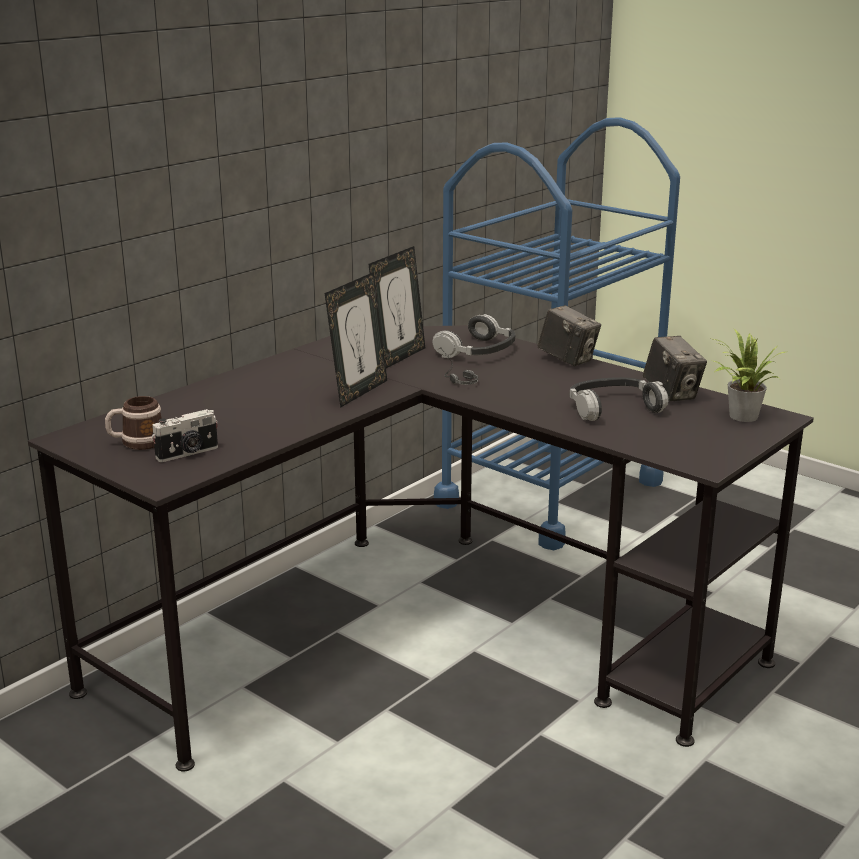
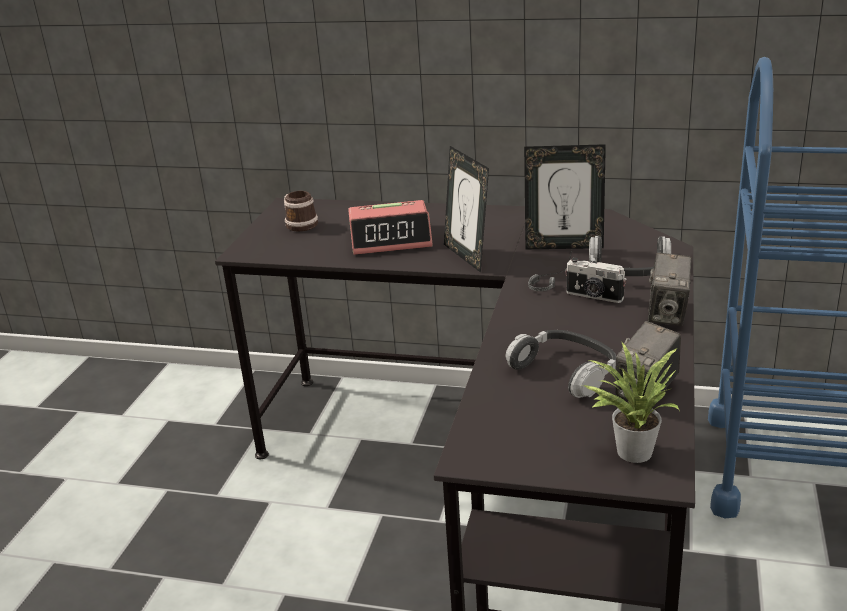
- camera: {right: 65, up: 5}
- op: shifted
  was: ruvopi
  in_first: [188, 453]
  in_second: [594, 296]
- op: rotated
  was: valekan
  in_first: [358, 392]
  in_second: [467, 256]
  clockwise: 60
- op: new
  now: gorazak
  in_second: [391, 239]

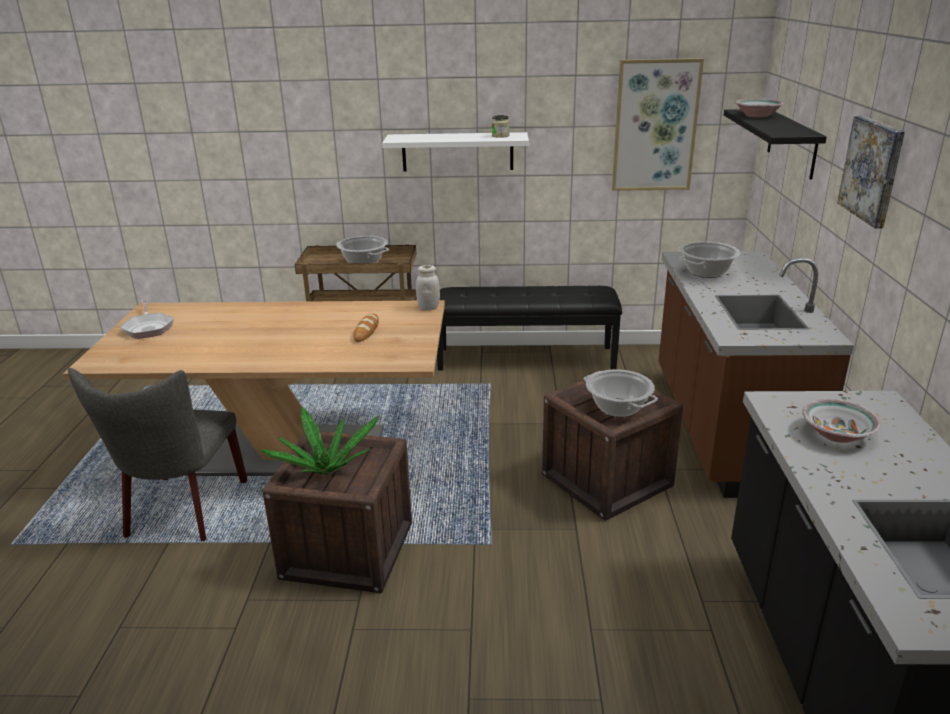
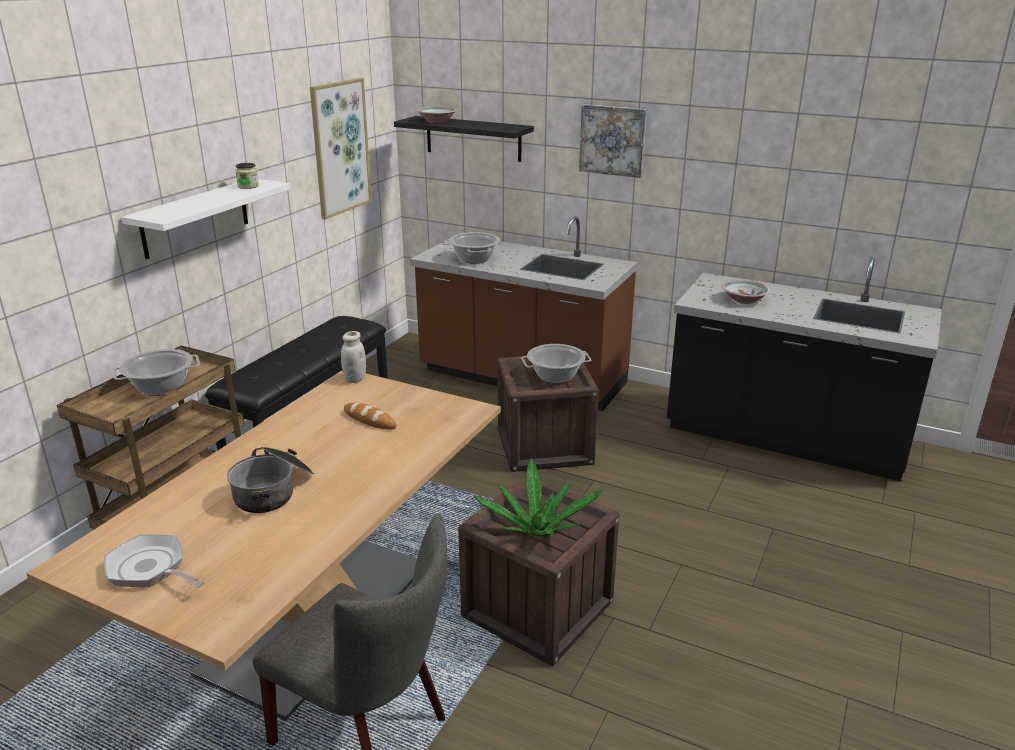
- camera: {right: -65, up: 0}
- op: rotated
  was: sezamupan
  in_first: [148, 328]
  in_second: [150, 569]
  clockwise: -150
- op: new
  now: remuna
  in_second: [274, 491]

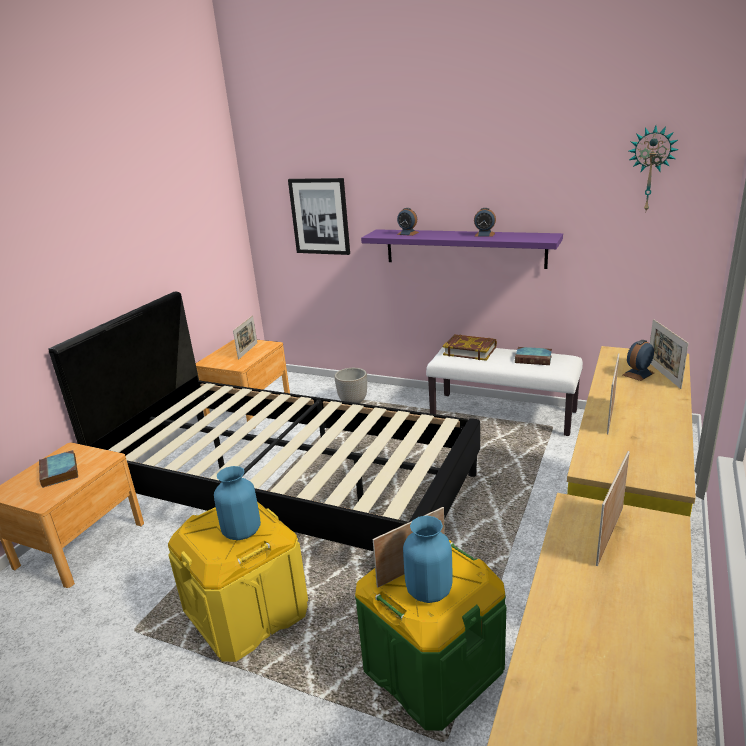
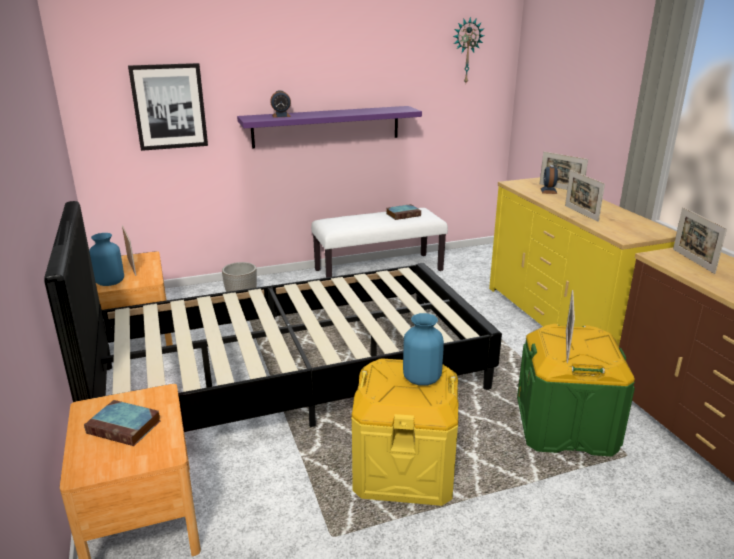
- camera: {right: -45, up: 0}
- op: shifted
  was: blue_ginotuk
  in_first: [429, 590]
  in_second: [110, 282]
- op: gone
  was: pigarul
  in_first: [470, 351]
- op: gone
  was: gorazak
  in_first: [484, 234]

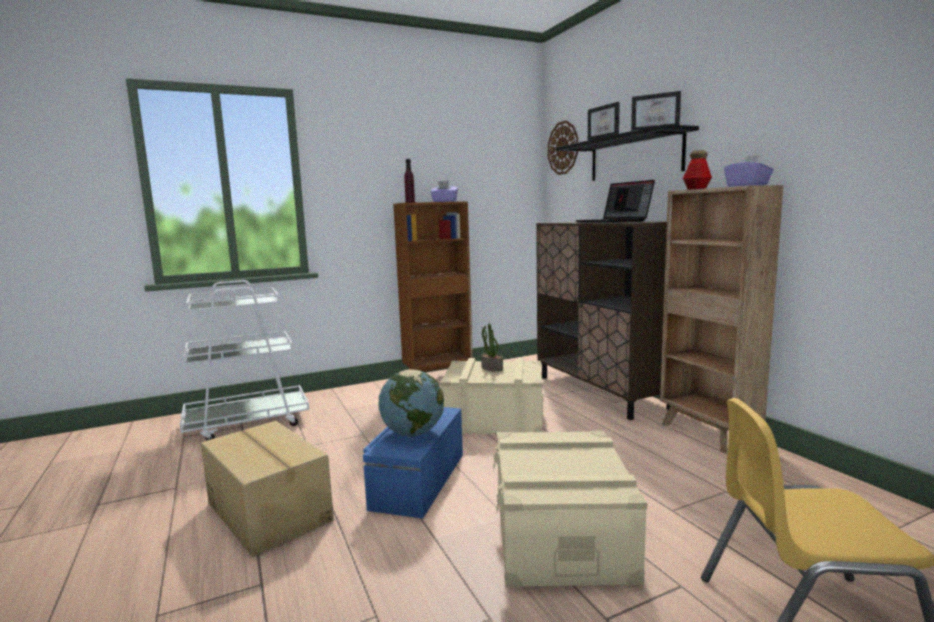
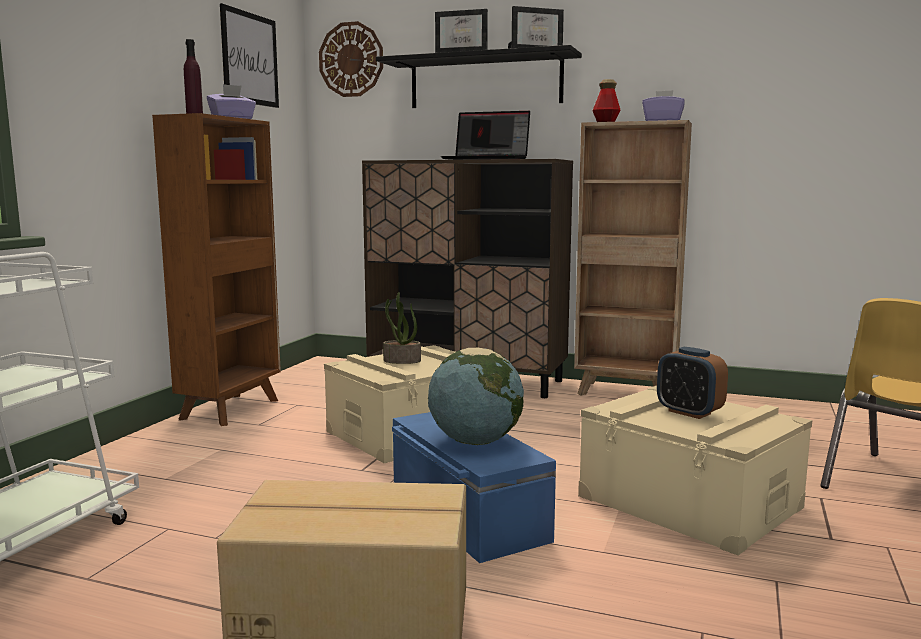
- camera: {right: -45, up: 0}
- op: new
  now: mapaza
  in_second: [250, 59]
- op: new
  now: gorazak
  in_second: [689, 412]

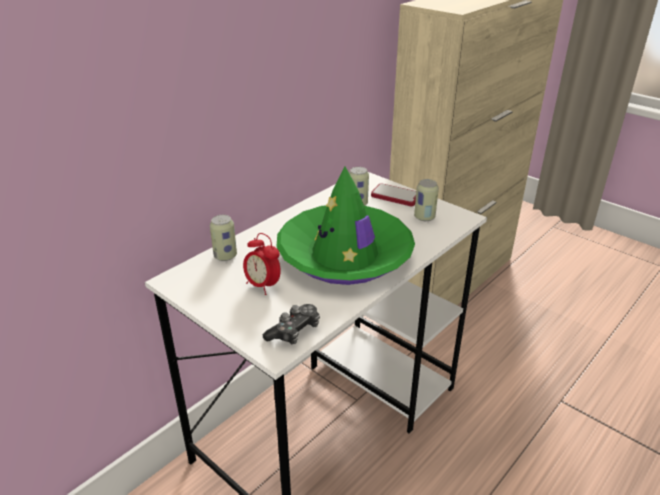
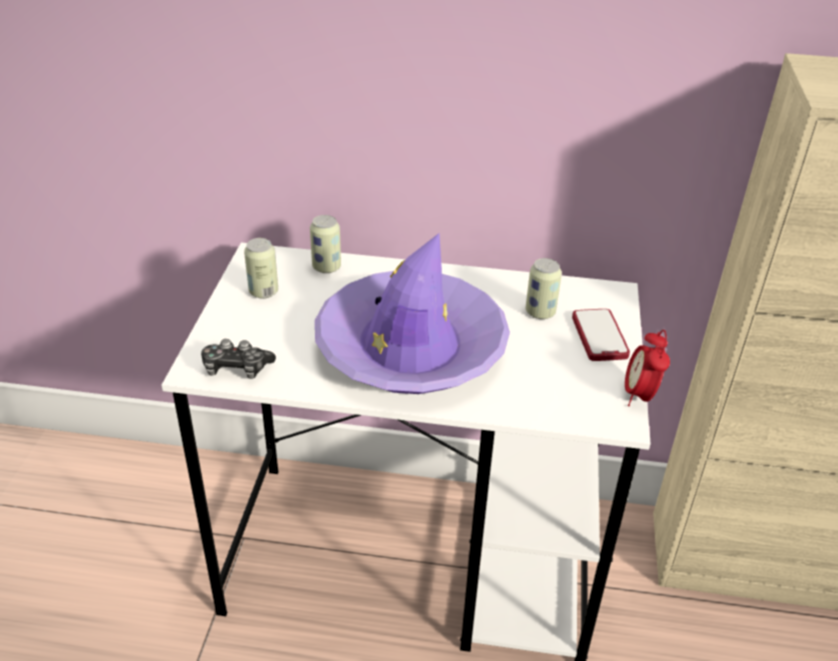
- camera: {right: 55, up: 5}
- op: shifted
  was: gorazak
  in_first: [263, 285]
  in_second: [639, 395]
- op: repainted
  was: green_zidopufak
  now: purple_zidopufak
  in_first: [345, 255]
  in_second: [411, 348]
- op: shifted
  was: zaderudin
  in_first: [424, 217]
  in_second: [263, 292]

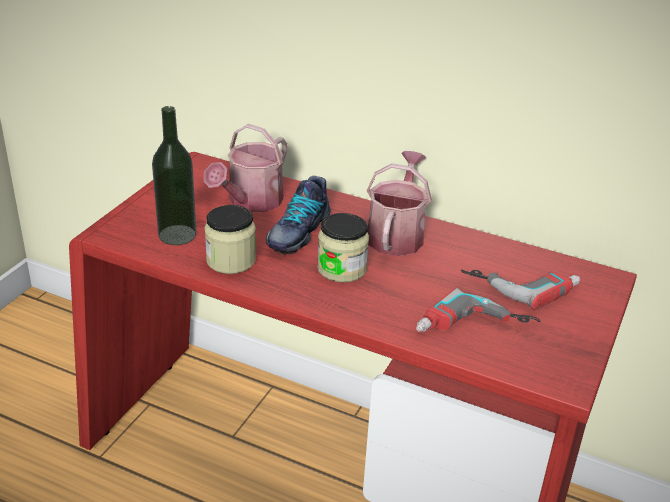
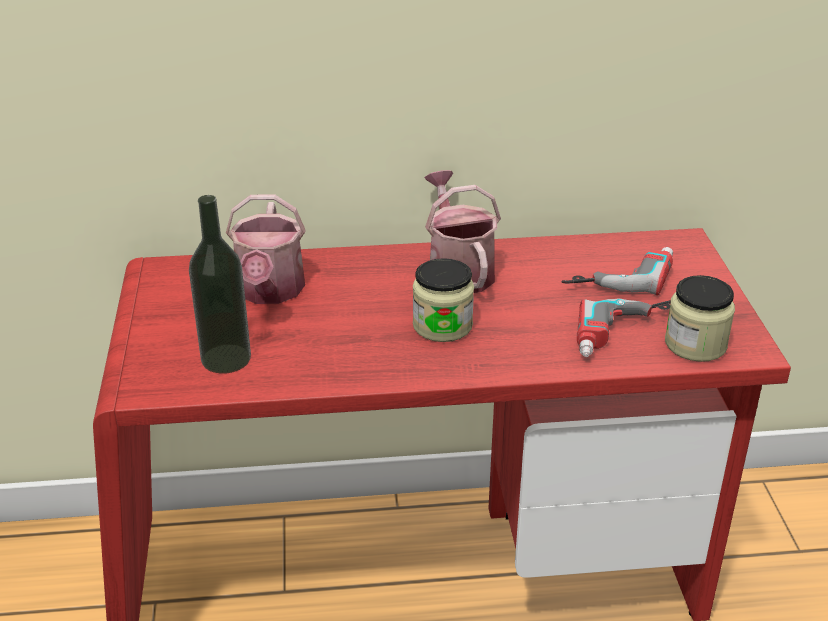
- camera: {right: -30, up: 0}
- op: shifted
  was: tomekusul
  in_first: [231, 260]
  in_second: [695, 344]
- op: gone
  was: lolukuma
  in_first: [297, 232]

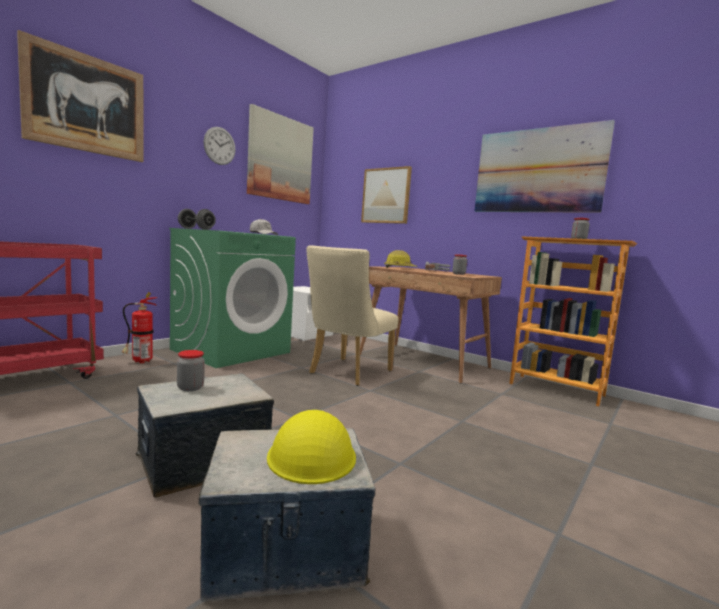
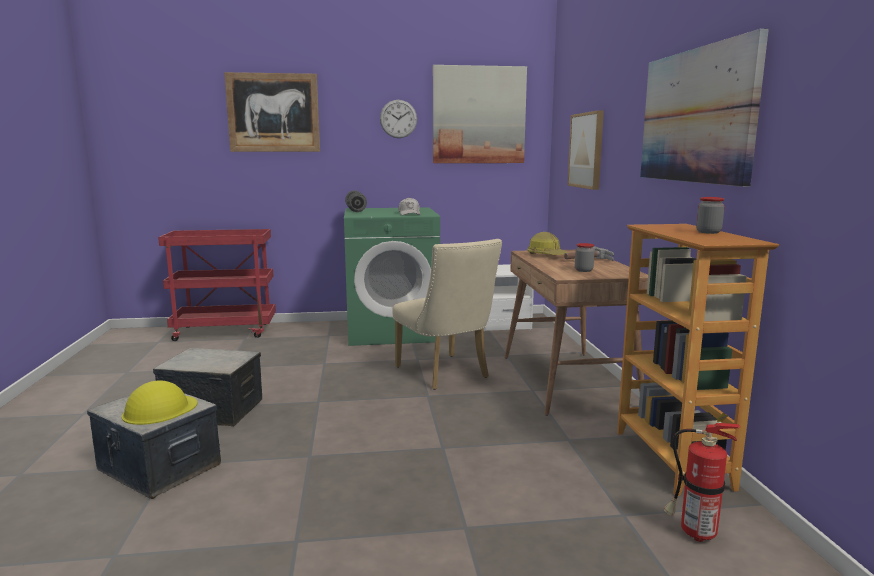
- camera: {right: 45, up: 5}
- op: shifted
  was: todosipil
  in_first: [139, 361]
  in_second: [693, 534]
- op: gone
  was: tomekusul
  in_first: [190, 388]
- op: rotated
  was: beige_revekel
  in_first: [347, 373]
  in_second: [446, 374]
  clockwise: -105

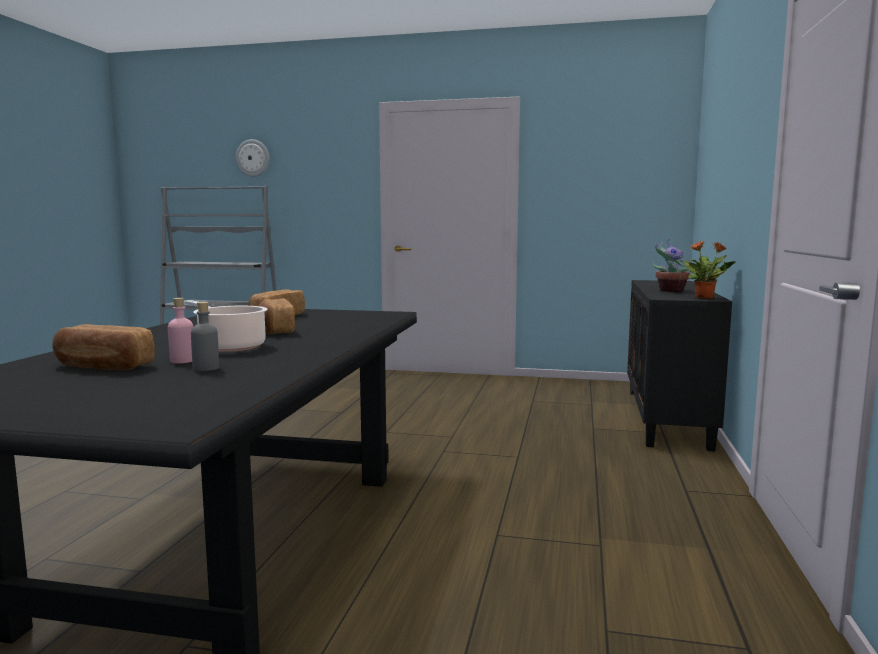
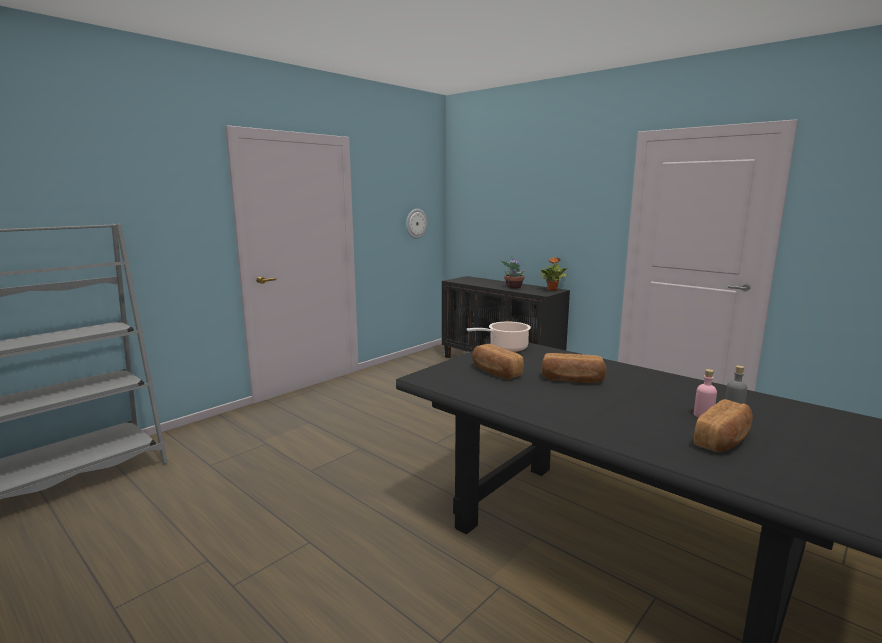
- camera: {right: -60, up: 5}
- op: shifted
  was: remuna
  in_first: [229, 346]
  in_second: [506, 348]
- op: shifted
  was: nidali
  in_first: [253, 158]
  in_second: [416, 223]

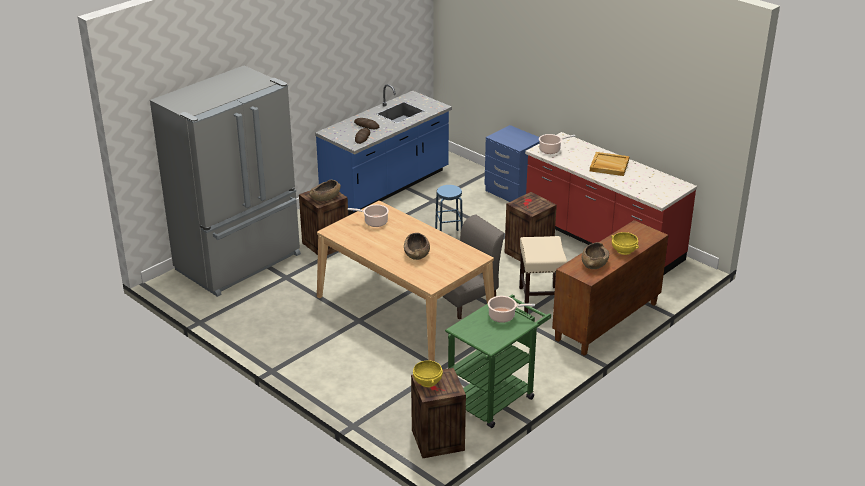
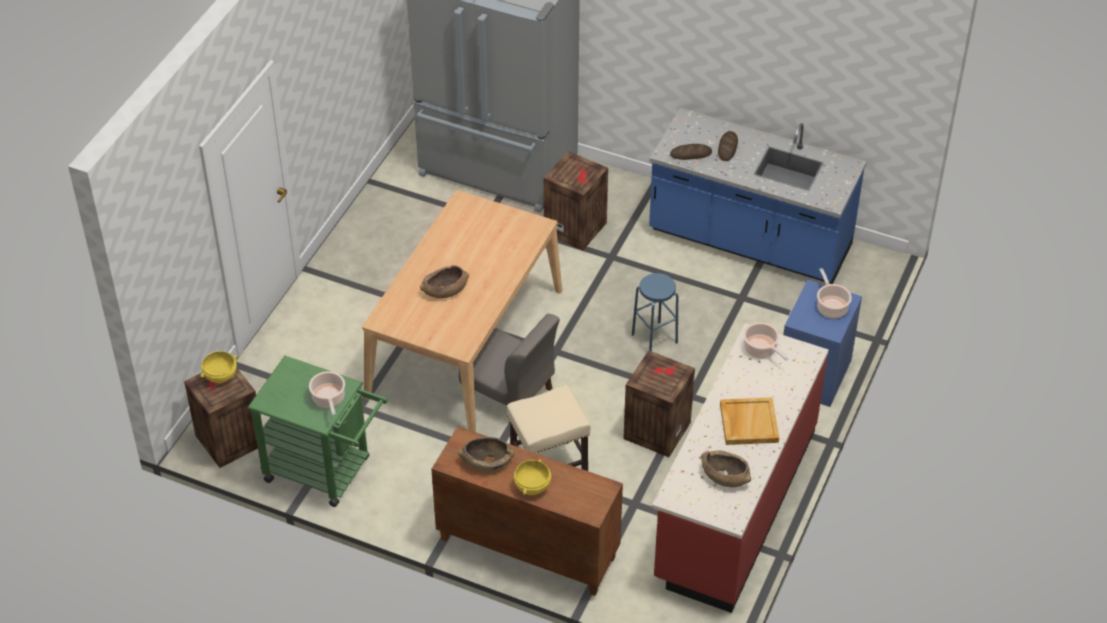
- camera: {right: 70, up: 15}
- op: shifted
  was: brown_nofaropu
  in_first: [325, 197]
  in_second: [724, 476]
- op: shifted
  was: remuna
  in_first: [374, 222]
  in_second: [831, 307]

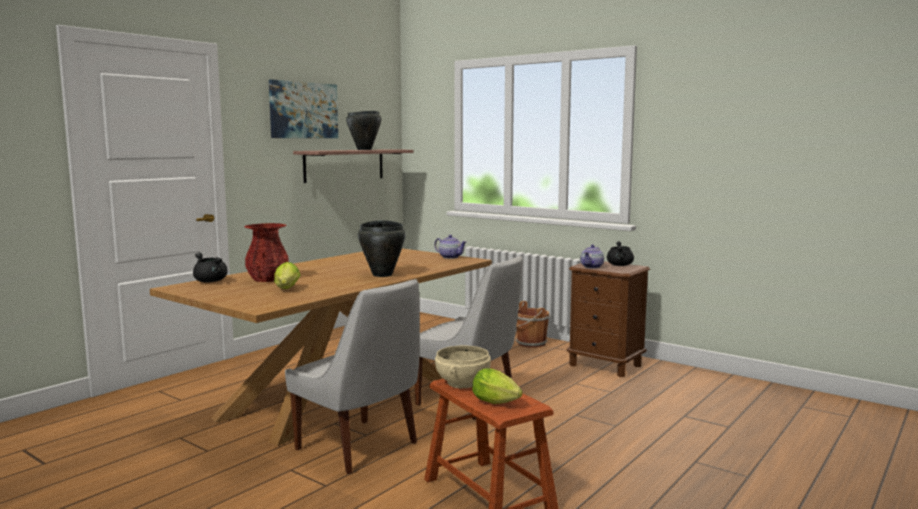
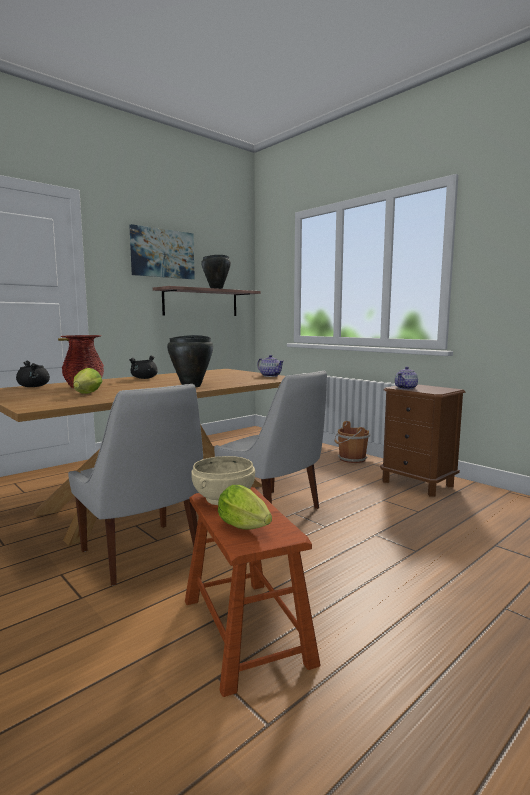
- camera: {right: 10, up: 0}
- op: shifted
  was: black_remuna
  in_first: [620, 265]
  in_second: [144, 378]

